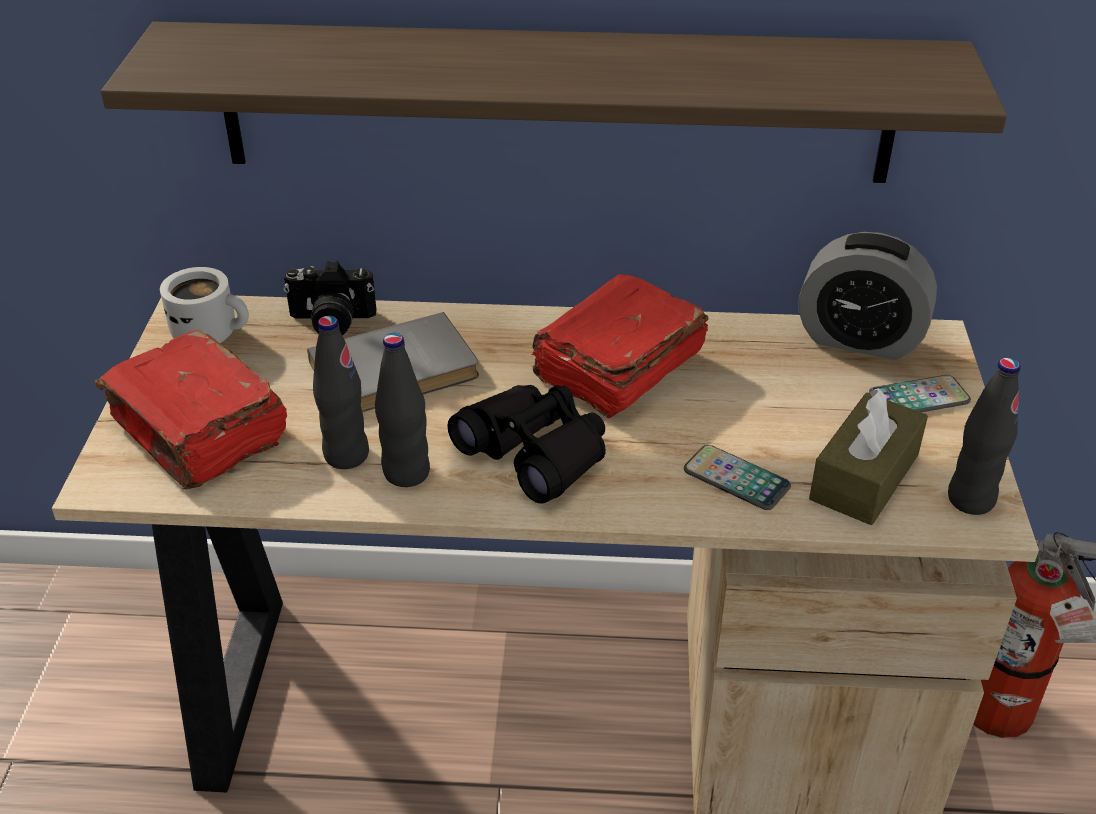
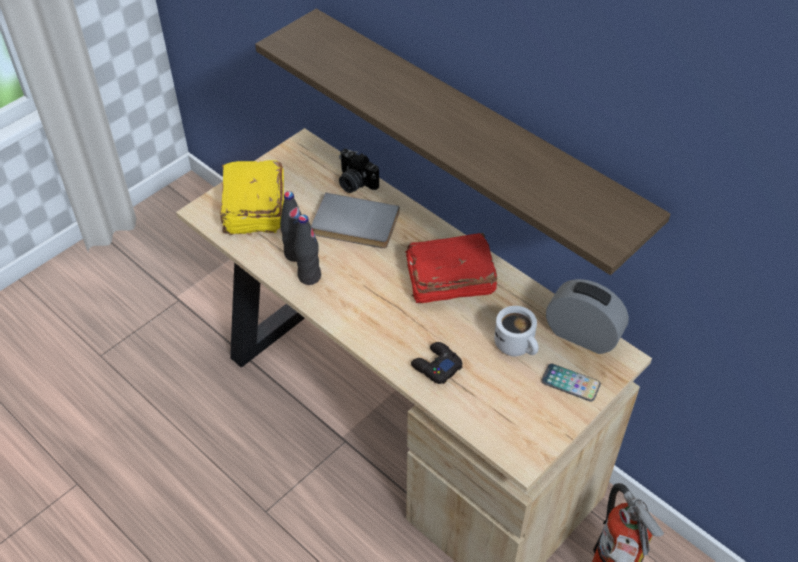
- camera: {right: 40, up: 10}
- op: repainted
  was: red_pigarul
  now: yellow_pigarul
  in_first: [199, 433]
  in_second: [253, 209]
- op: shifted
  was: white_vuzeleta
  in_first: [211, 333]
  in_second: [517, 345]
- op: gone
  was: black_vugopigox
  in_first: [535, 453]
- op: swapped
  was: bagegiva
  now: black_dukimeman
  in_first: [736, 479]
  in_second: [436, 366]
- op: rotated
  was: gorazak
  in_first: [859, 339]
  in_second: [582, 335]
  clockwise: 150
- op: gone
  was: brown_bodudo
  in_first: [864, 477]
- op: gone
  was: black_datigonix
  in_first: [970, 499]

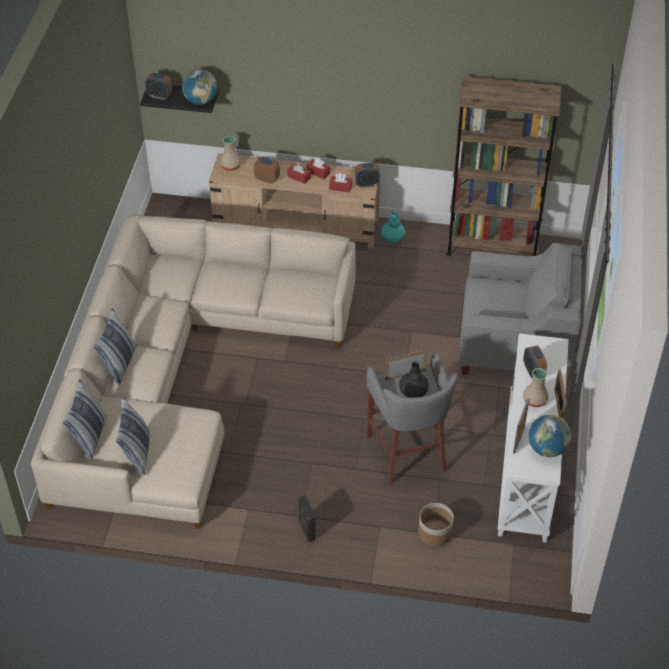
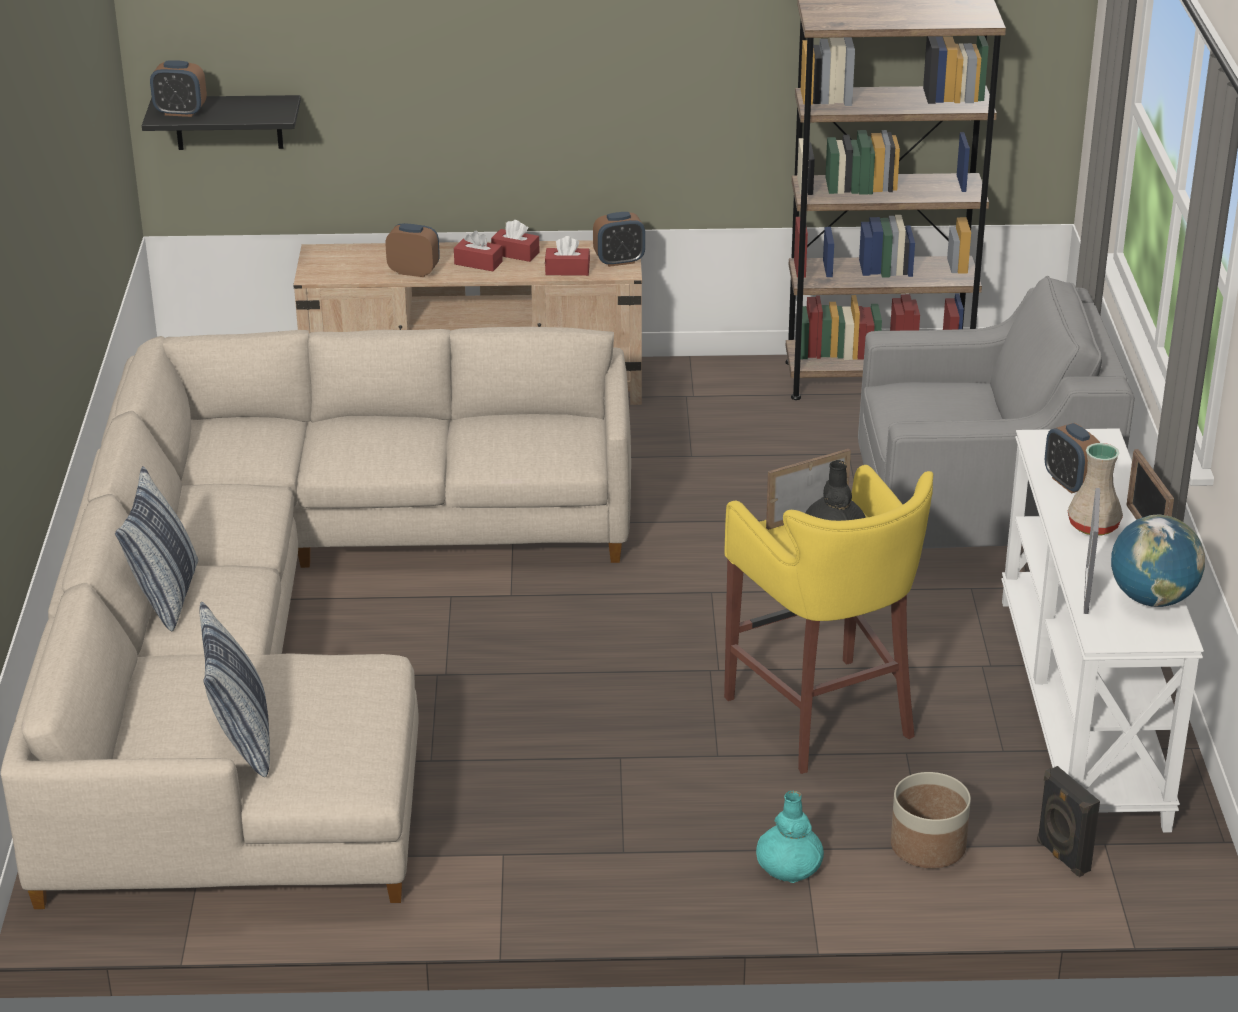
- camera: {right: -10, up: -15}
- op: gone
  was: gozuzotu
  in_first: [90, 436]
- op: gone
  was: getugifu
  in_first: [201, 101]
- op: gone
  was: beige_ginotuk
  in_first: [231, 166]
- op: shifted
  was: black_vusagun
  in_first: [306, 530]
  in_second: [1061, 856]
- op: repainted
  was: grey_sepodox
  now: yellow_sepodox
  in_first: [408, 454]
  in_second: [824, 718]
- op: shifted
  was: turquoise_ginotuk
  in_first: [393, 237]
  in_second: [789, 866]

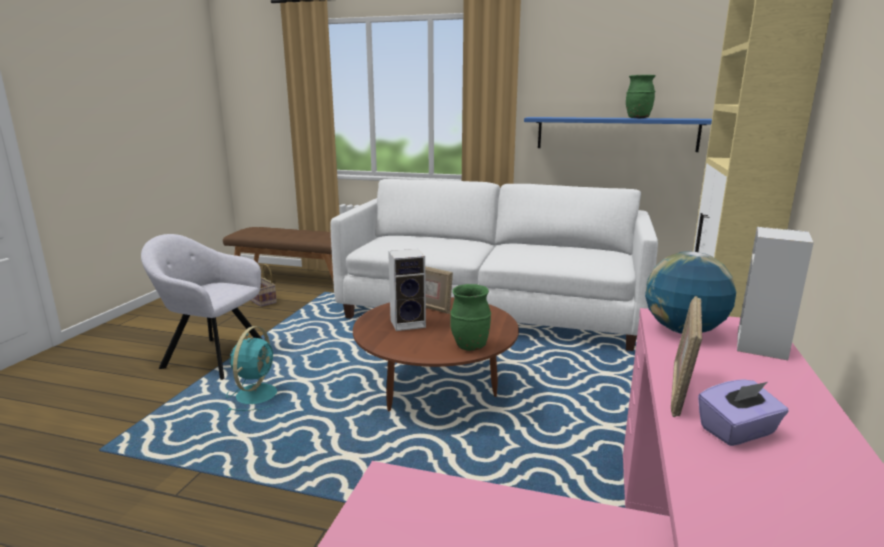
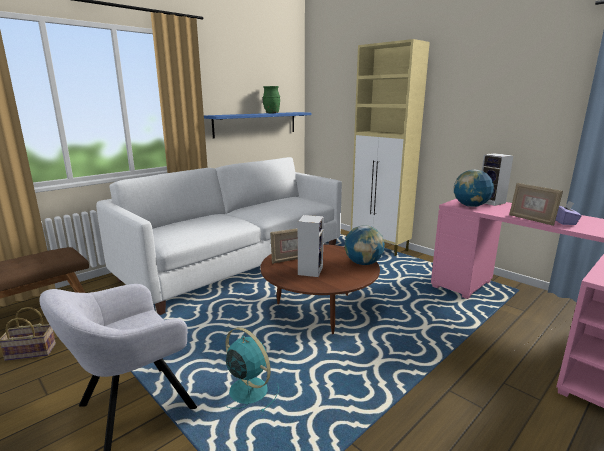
- camera: {right: -60, up: 0}
- op: swapped
  was: green_ginotuk
  now: getugifu
  in_first: [470, 346]
  in_second: [363, 263]

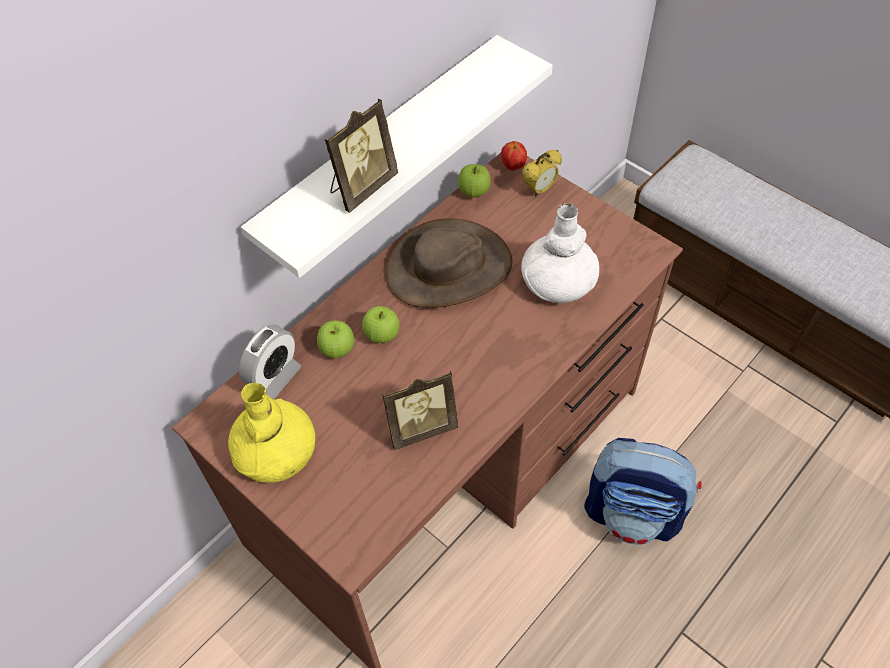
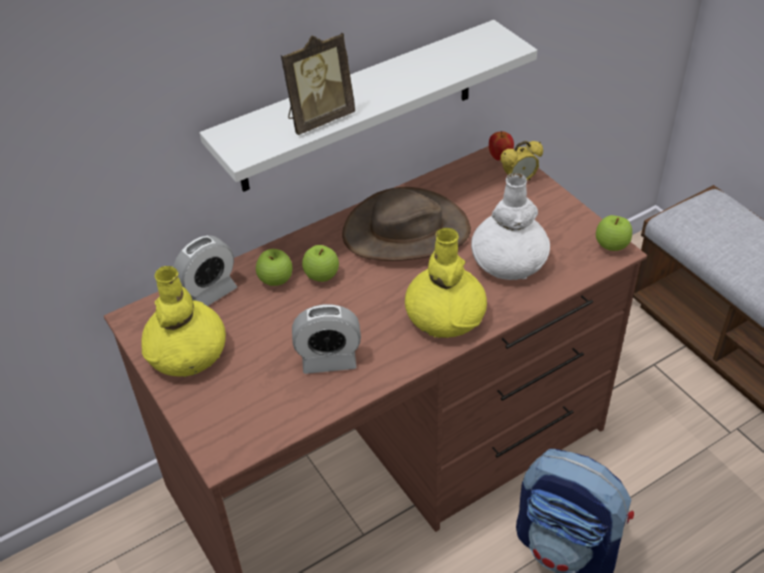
- camera: {right: 15, up: -10}
- op: swapped
  was: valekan
  now: gorazak
  in_first: [421, 427]
  in_second: [329, 360]
- op: shifted
  was: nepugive
  in_first: [474, 192]
  in_second: [611, 246]
- op: new
  now: yellow_ginotuk
  in_second: [444, 317]

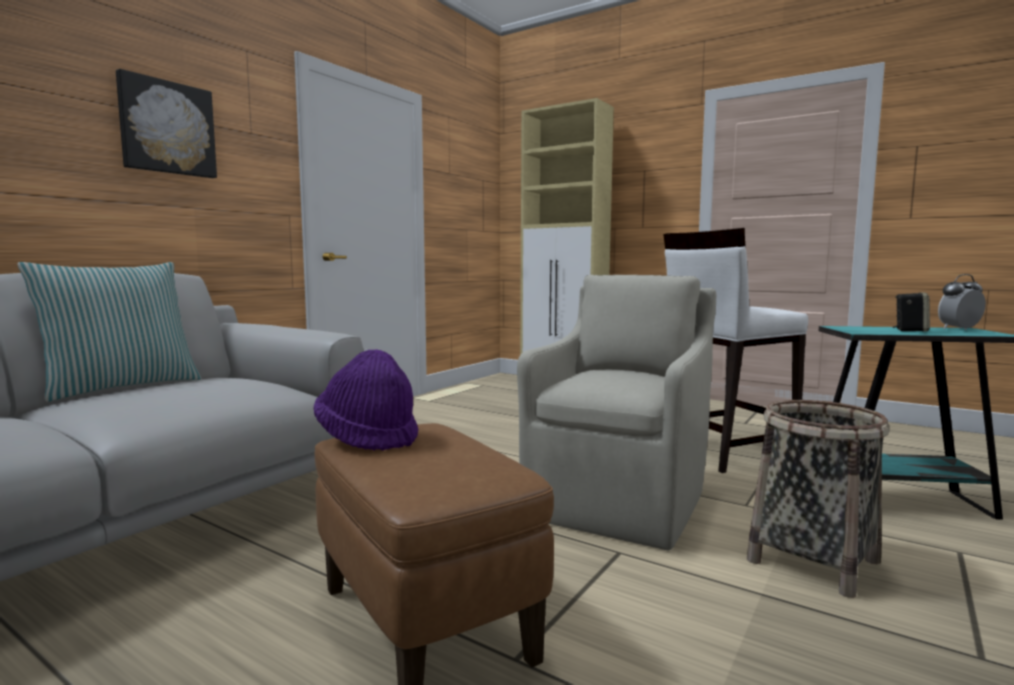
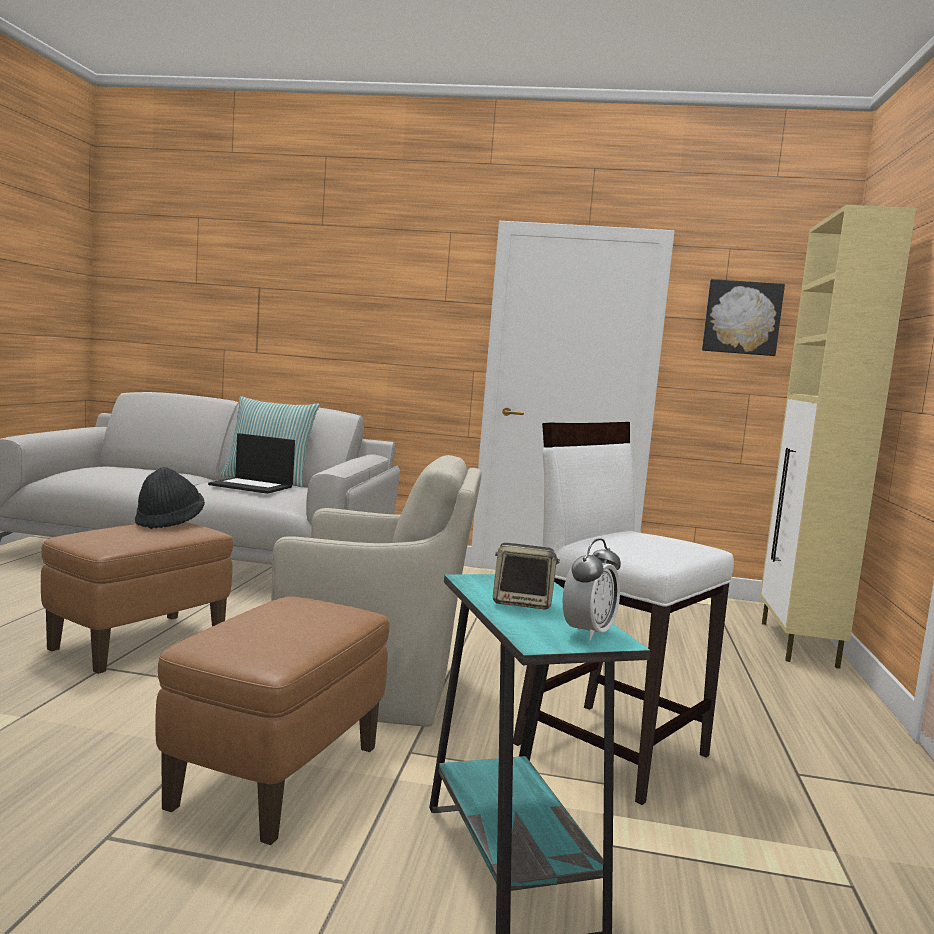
- camera: {right: 65, up: 0}
- op: shifted
  was: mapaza
  in_first: [167, 128]
  in_second: [742, 318]
- op: repainted
  was: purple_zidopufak
  now: black_zidopufak
  in_first: [368, 437]
  in_second: [169, 522]
- op: swapped
  was: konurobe
  now: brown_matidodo
  in_first: [813, 561]
  in_second: [277, 777]
- op: rotated
  was: gorazak
  in_first: [959, 329]
  in_second: [588, 632]
  clockwise: 75
- op: new
  now: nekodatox
  in_second: [252, 486]

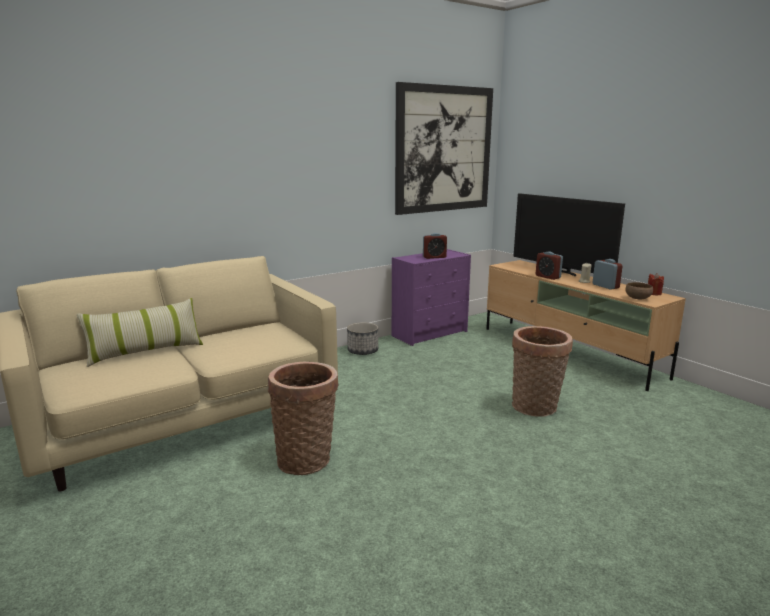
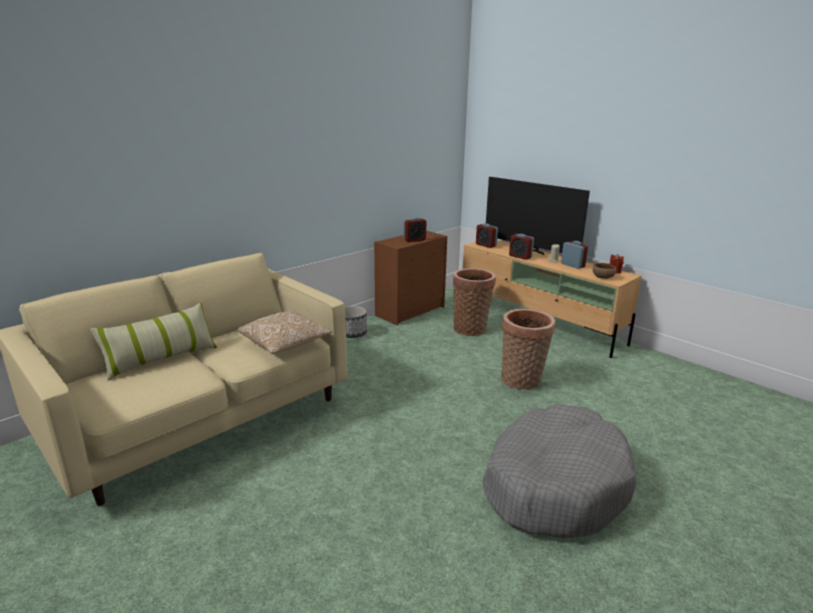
- camera: {right: -10, up: 5}
- op: shifted
  was: konurobe
  in_first: [306, 458]
  in_second: [471, 328]
- op: repainted
  was: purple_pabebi
  now: brown_pabebi
  in_first: [430, 333]
  in_second: [411, 311]
- op: gone
  was: mapaza
  in_first: [443, 149]
- op: new
  now: gozuzotu
  in_second: [285, 344]
- op: new
  now: gorazak
  in_second: [486, 245]
- op: new
  now: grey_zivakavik
  in_second: [554, 484]

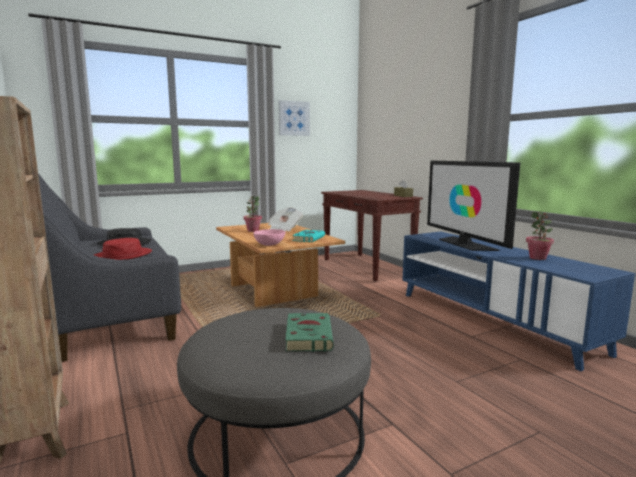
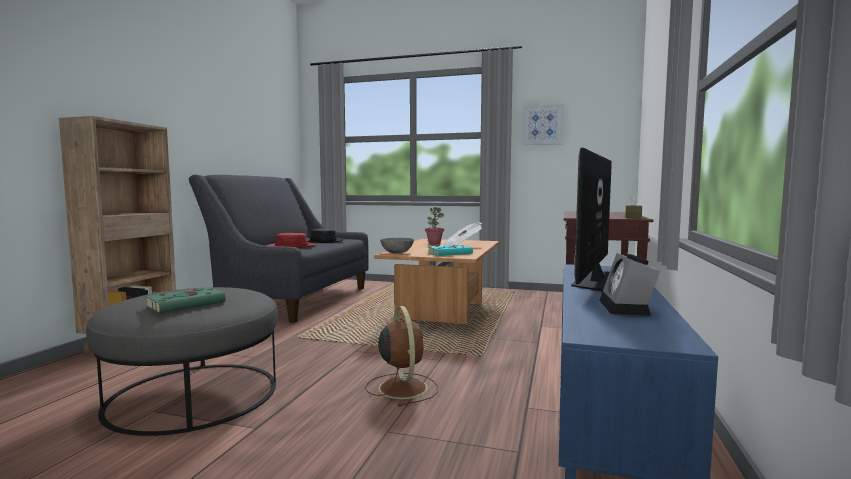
- camera: {right: 45, up: -5}
- op: repainted
  was: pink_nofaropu
  now: grey_nofaropu
  in_first: [269, 245]
  in_second: [397, 253]
- op: swapped
  was: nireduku
  now: gorazak
  in_first: [538, 258]
  in_second: [627, 308]
- op: new
  now: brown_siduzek
  in_second: [402, 387]

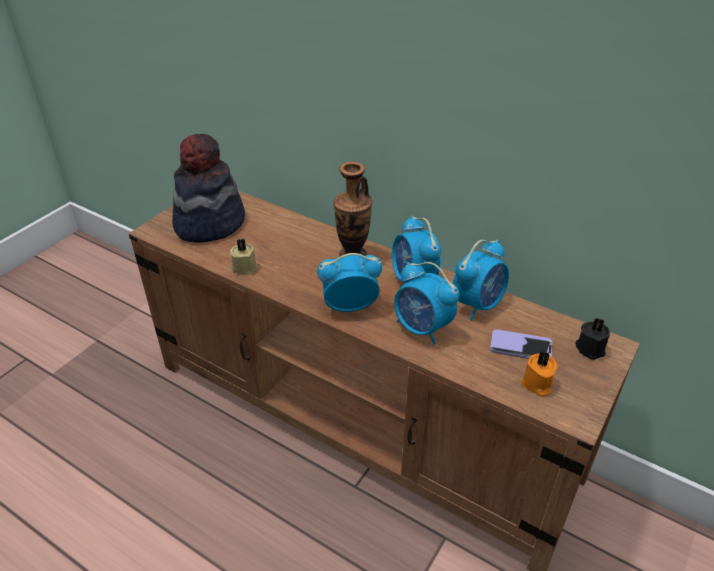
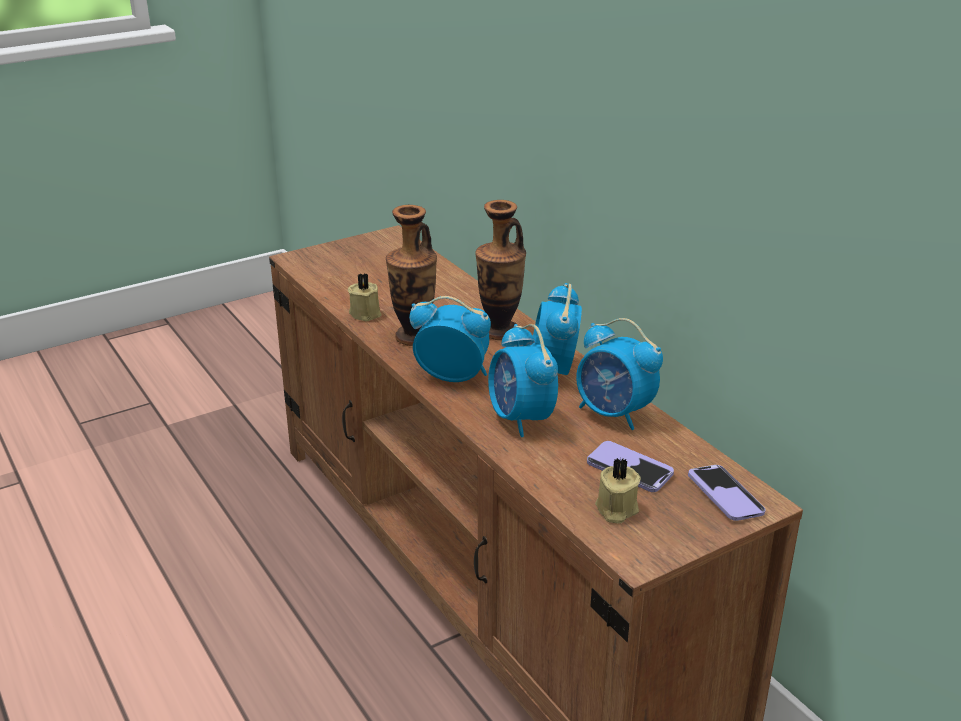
- camera: {right: 25, up: -10}
- op: gone
  was: zidopufak
  in_first: [209, 223]
- op: rotated
  was: gorazak
  in_first: [478, 304]
  in_second: [614, 414]
  clockwise: 60
- op: repainted
  was: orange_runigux
  now: beige_runigux
  in_first: [537, 384]
  in_second: [615, 509]
- op: swapped
  was: black_runigux
  now: bagegiva
  in_first: [591, 348]
  in_second: [725, 495]
- op: new
  now: ginotuk
  in_second: [414, 337]

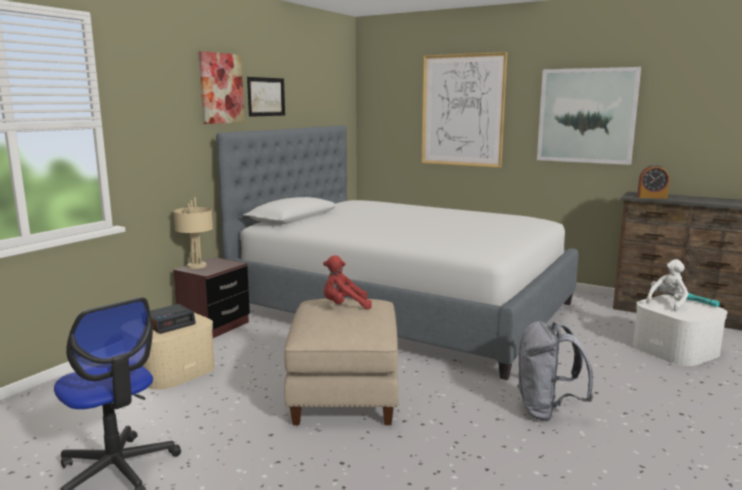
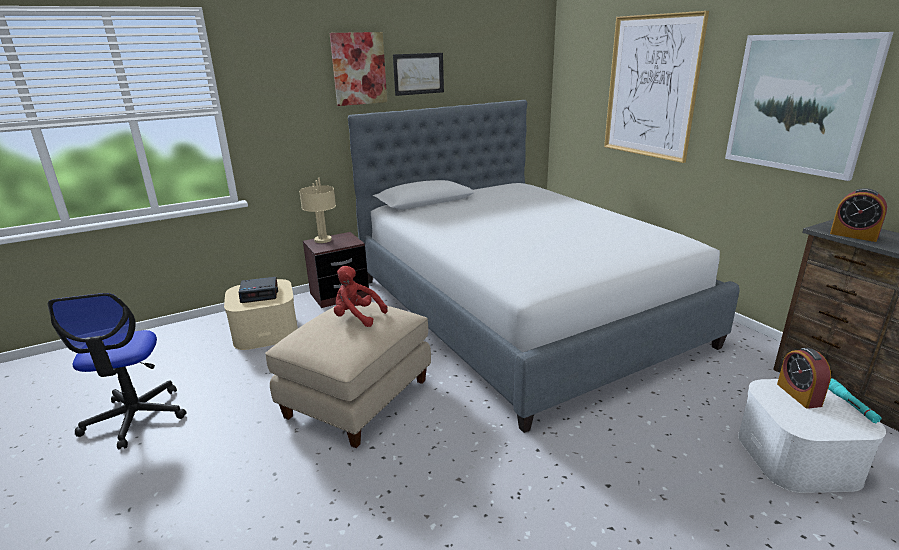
- camera: {right: 30, up: 10}
- op: gone
  was: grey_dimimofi
  in_first: [547, 410]
- op: swapped
  was: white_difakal
  now: gorazak
  in_first: [667, 303]
  in_second: [799, 394]

